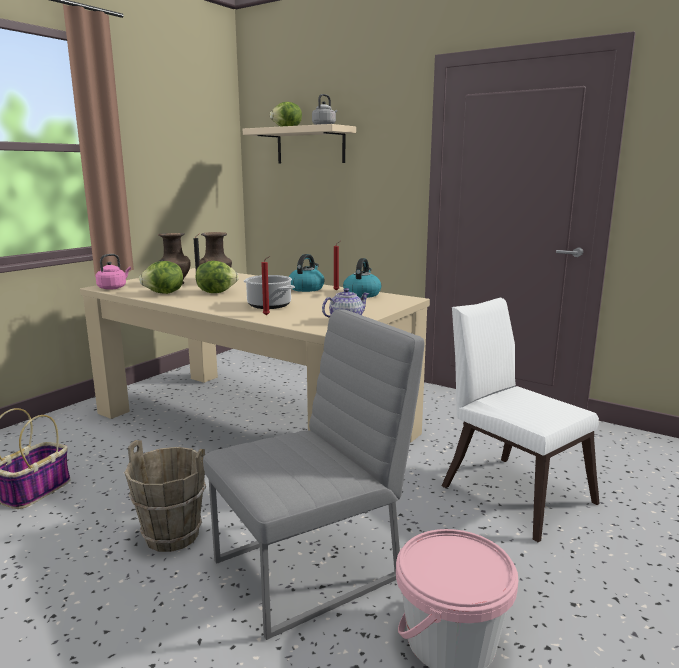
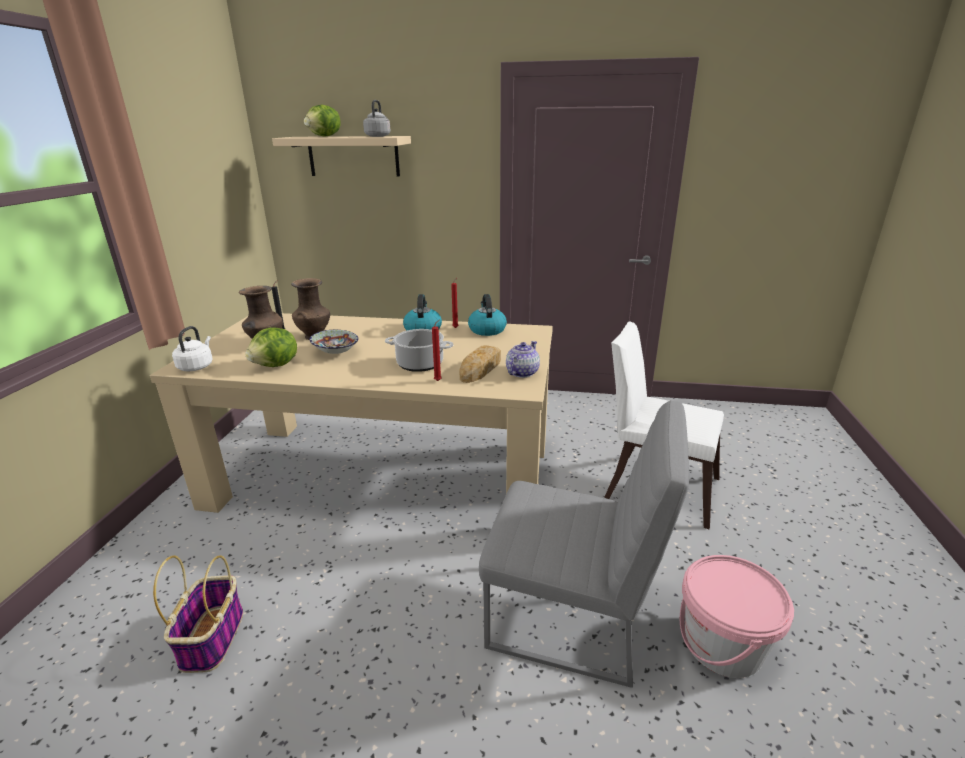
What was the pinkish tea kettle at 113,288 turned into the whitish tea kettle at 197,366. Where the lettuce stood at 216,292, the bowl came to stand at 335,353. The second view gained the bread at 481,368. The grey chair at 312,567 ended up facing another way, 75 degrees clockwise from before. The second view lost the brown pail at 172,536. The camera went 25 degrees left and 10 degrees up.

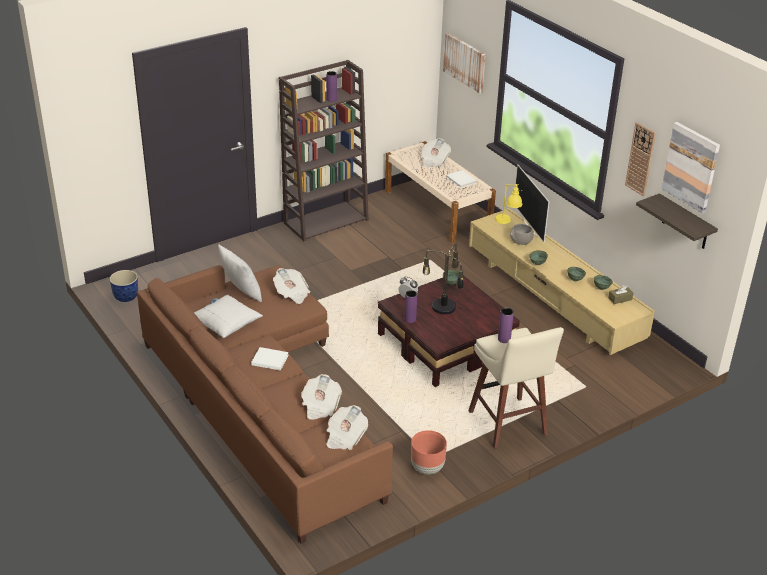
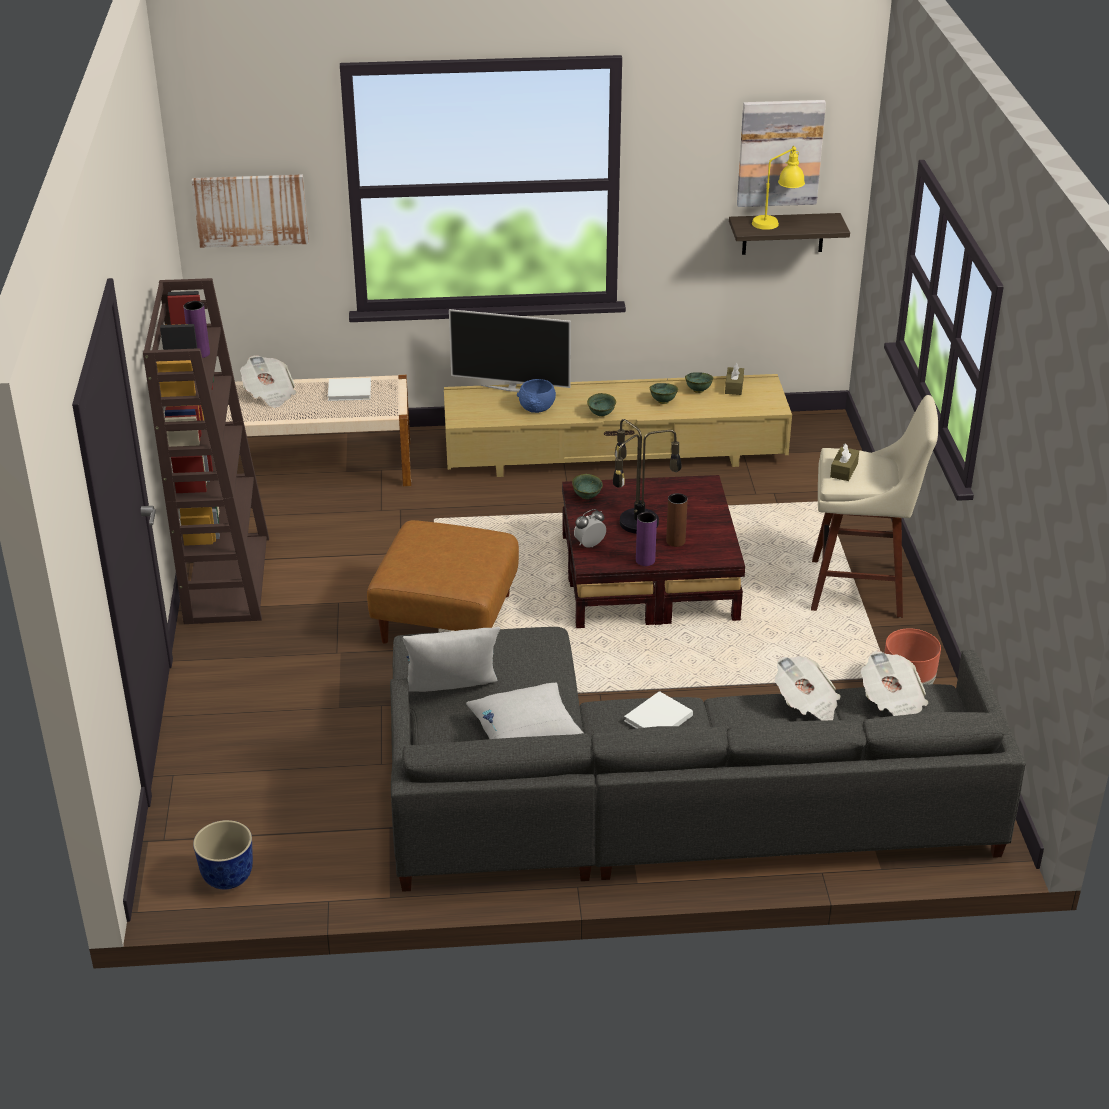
The second view gained the brown ottoman at 446,618. What was the brown couch at 262,400 turned into the grey couch at 652,797. What was the grey bowl at 520,241 turned into the blue-coloured bowl at 537,408. The second view gained the brown flower vase at 675,541. The yellow table lamp ended up elsewhere, having gone from 507,222 to 776,223. Where the purple-coloured flower vase stood at 504,339, the brown tissue holder came to stand at 844,470. The second view lost the newspaper at 292,294. The second view lost the clock on the wall at 640,159. The camera went 60 degrees left and 0 degrees up.

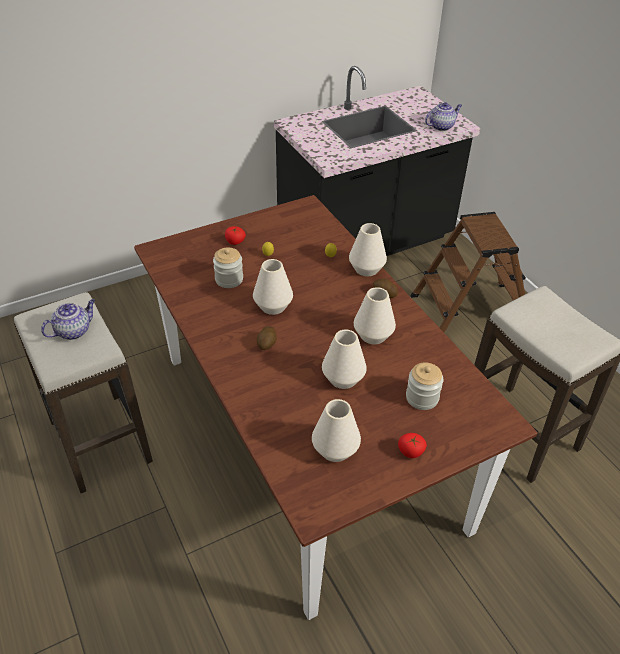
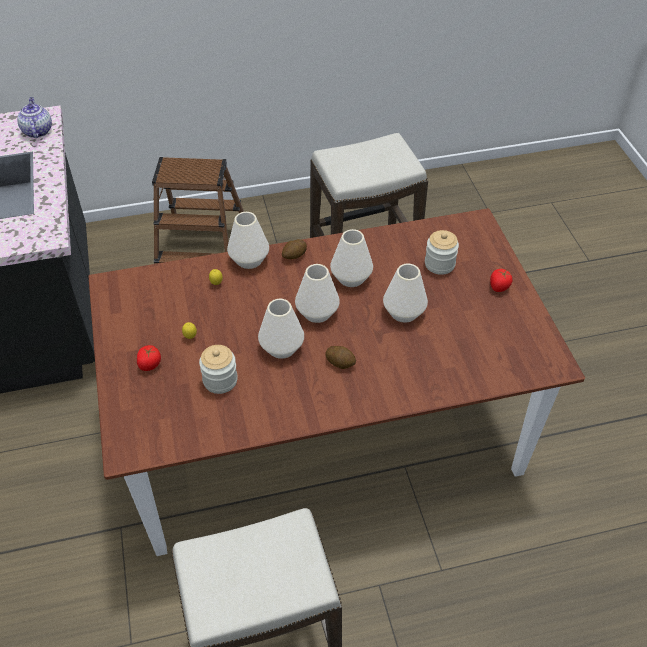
The whitish flower vase ended up elsewhere, having gone from 335,449 to 317,312. The second view lost the teapot at 74,331. The camera went 75 degrees left and 5 degrees up.

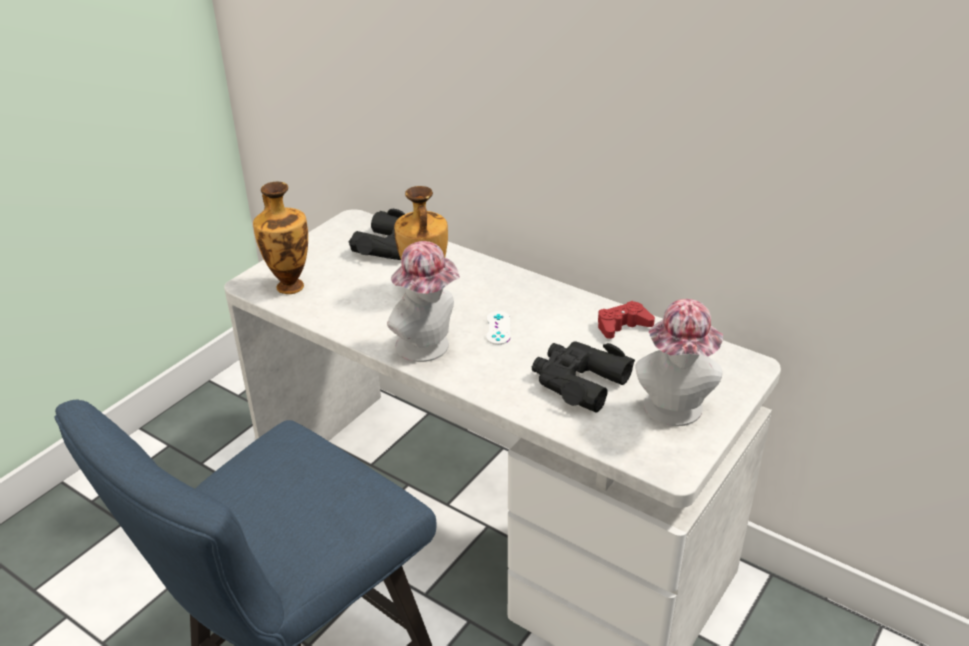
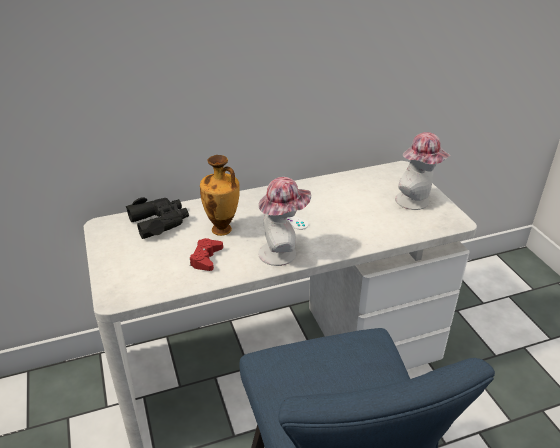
The red joypad ended up elsewhere, having gone from 622,326 to 206,258. The second view lost the flower vase at 289,285. The second view lost the black-coloured binoculars at 578,382. The camera went 55 degrees left and 0 degrees up.

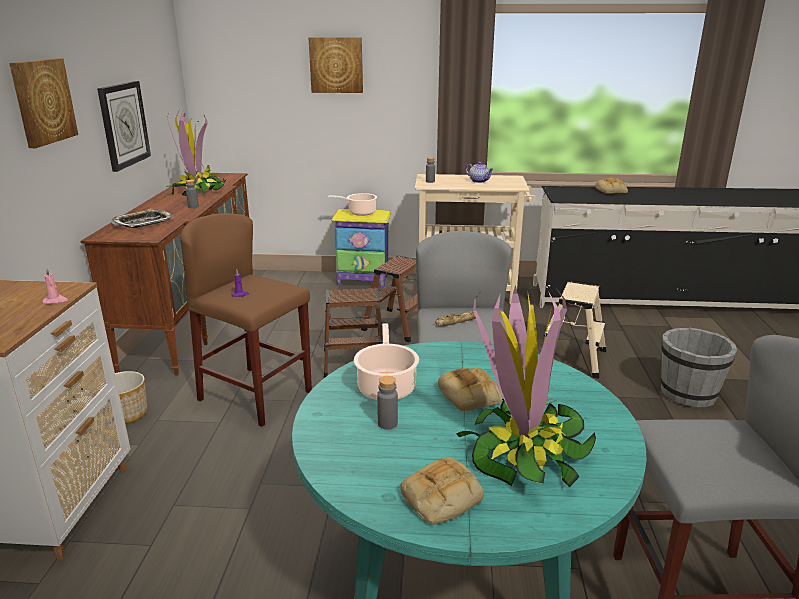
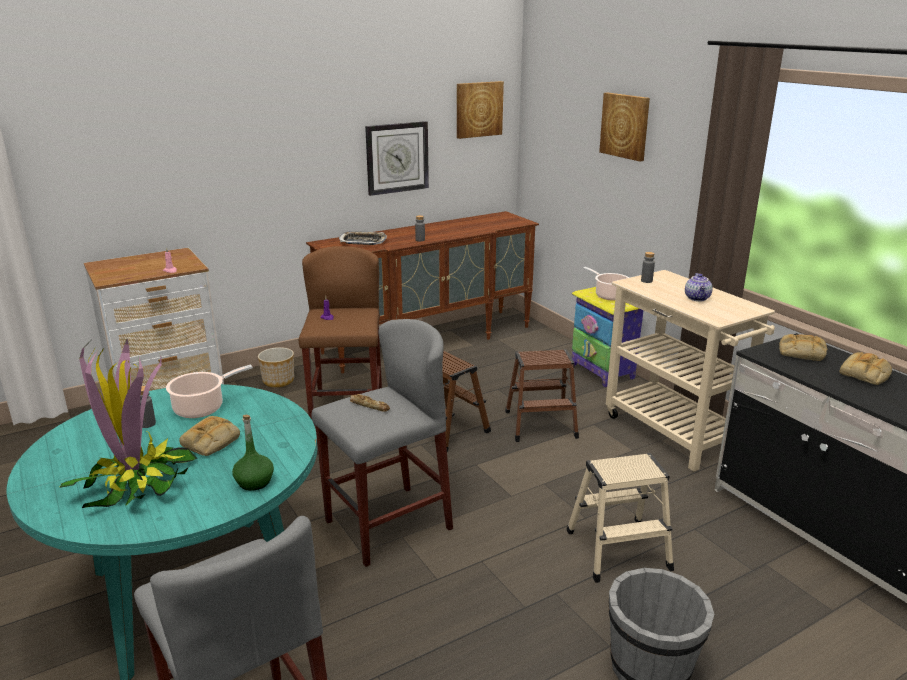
The second view gained the green bottle at 254,482. The picture ended up elsewhere, having gone from 43,101 to 478,109. The bread ended up elsewhere, having gone from 441,498 to 801,352. The second view lost the plant in a pot at 198,191. The camera went 55 degrees right and 0 degrees up.

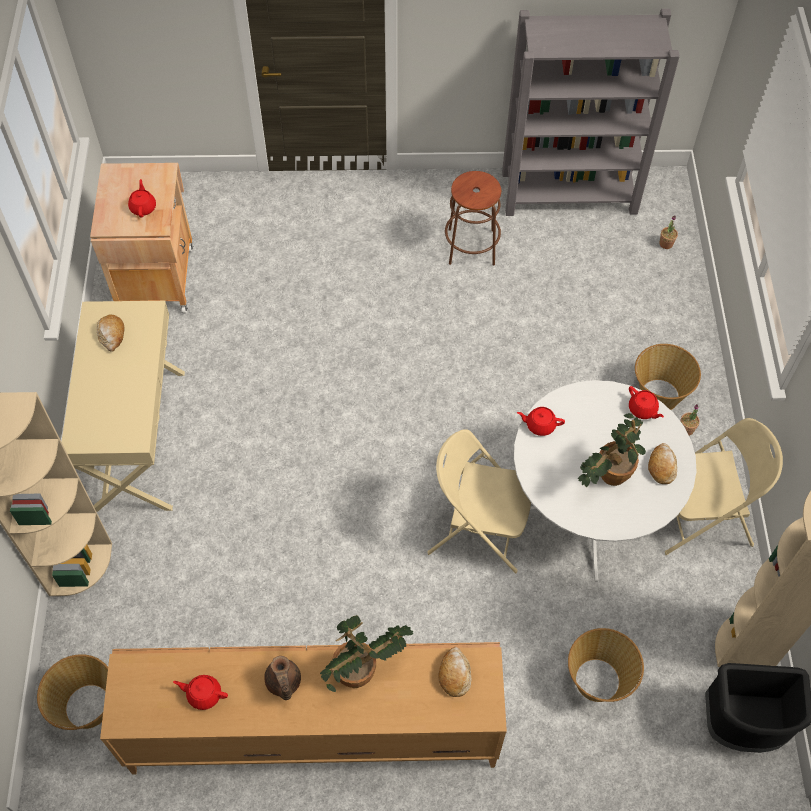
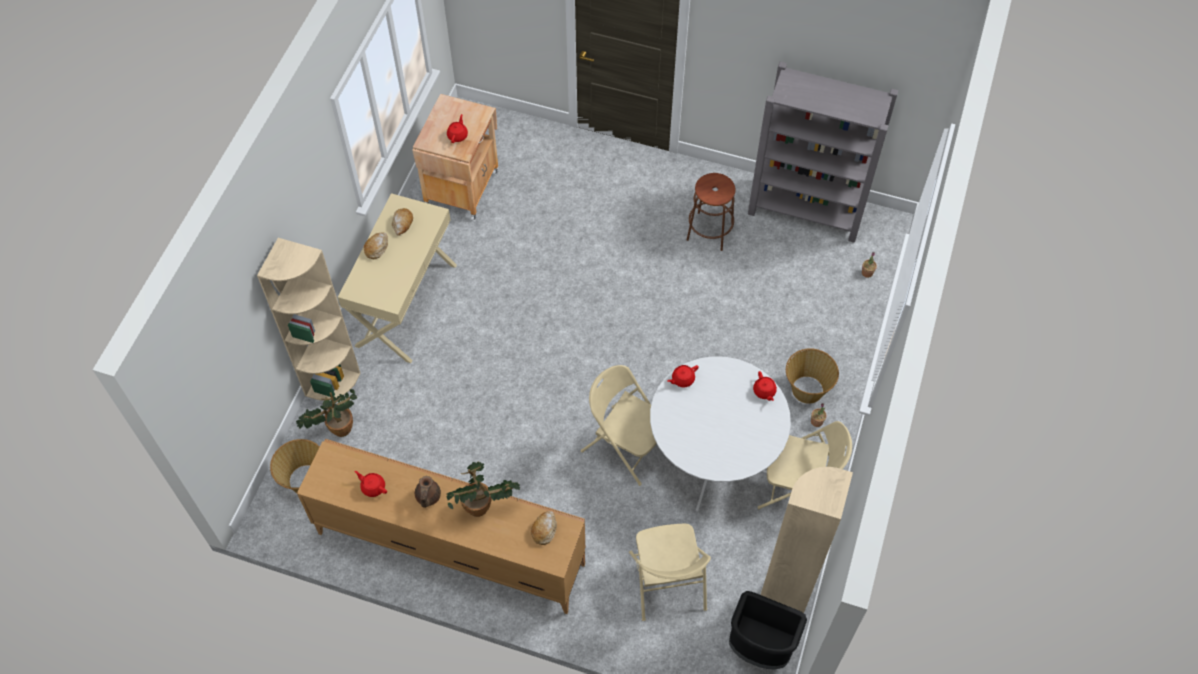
The plant in a pot ended up elsewhere, having gone from 607,477 to 336,429. The bread ended up elsewhere, having gone from 661,466 to 377,248. Where the storage basket stood at 598,681, the sand-coloured chair came to stand at 667,581. The red teapot at 540,425 ended up facing another way, 60 degrees counterclockwise from before. The camera went 20 degrees right and 0 degrees up.

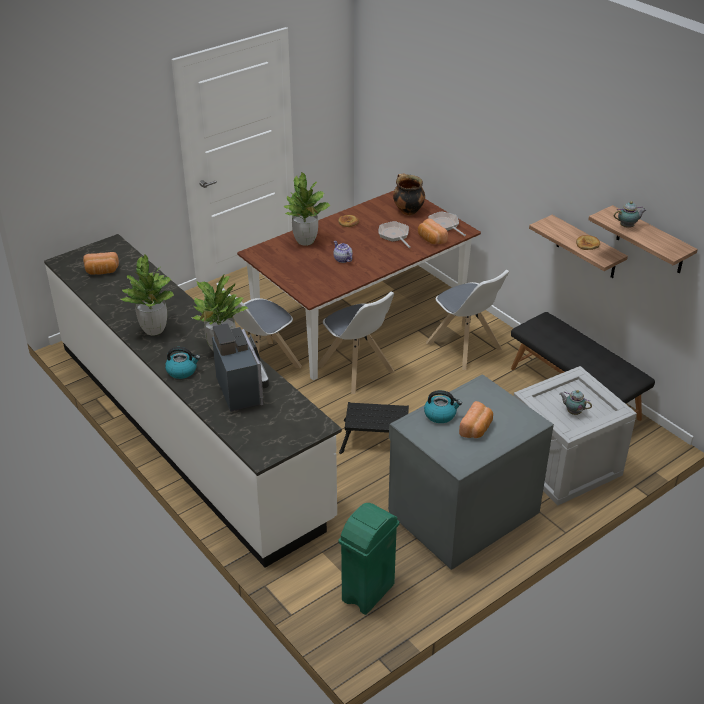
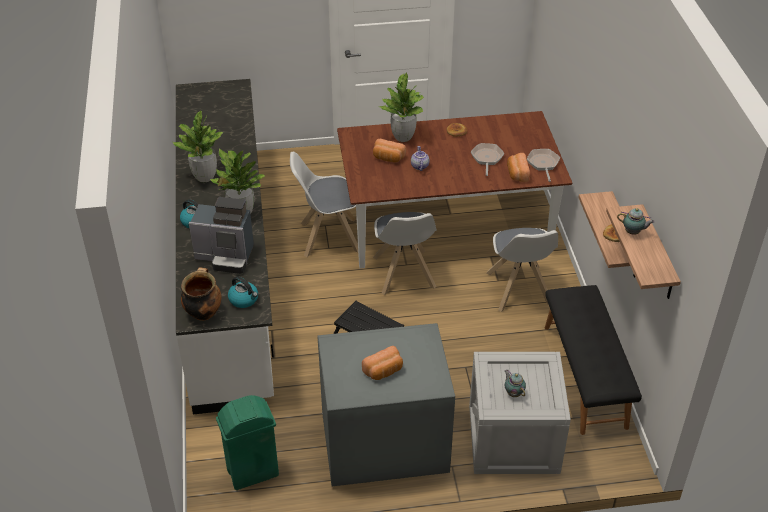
The saucepot ended up elsewhere, having gone from 407,211 to 203,312. The coffee brewer at 242,389 ended up facing another way, 90 degrees clockwise from before. The tea kettle ended up elsewhere, having gone from 440,415 to 244,299. The bread ended up elsewhere, having gone from 102,271 to 388,158. The camera went 30 degrees right and 5 degrees up.

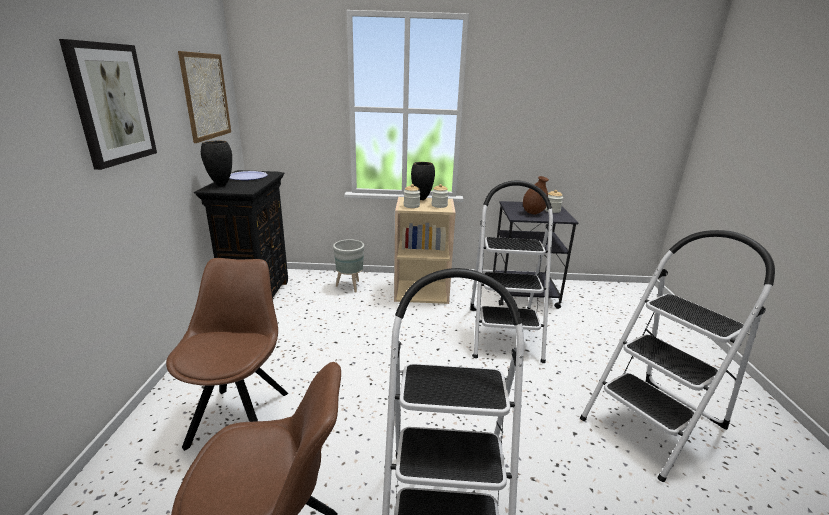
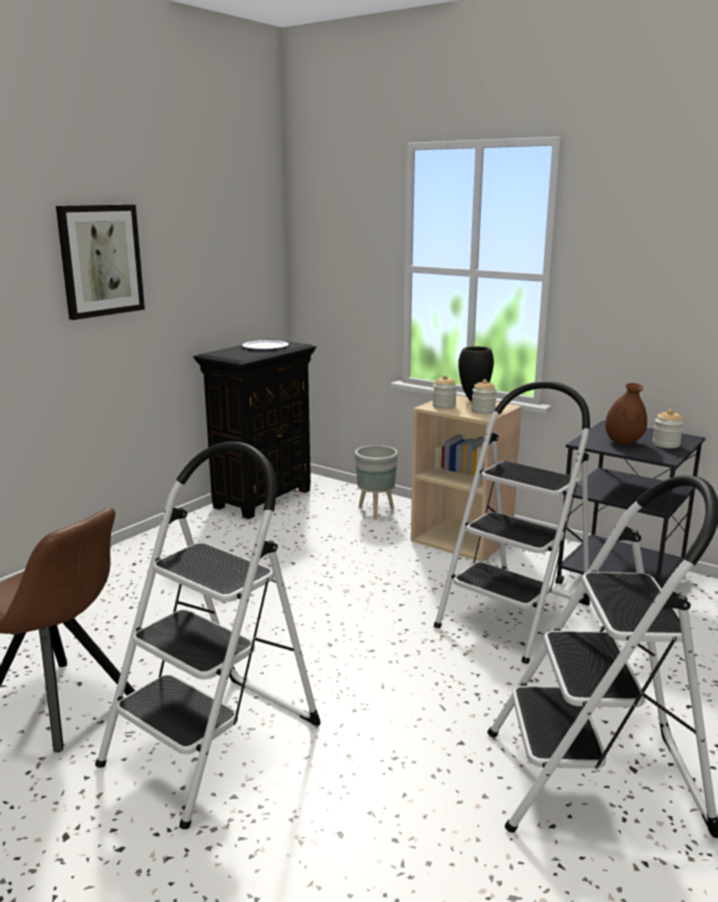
The second view lost the brown chair at 241,418. The second view lost the picture at 206,95. The second view lost the black-coloured flower vase at 220,185. The camera went 35 degrees right and 5 degrees down.

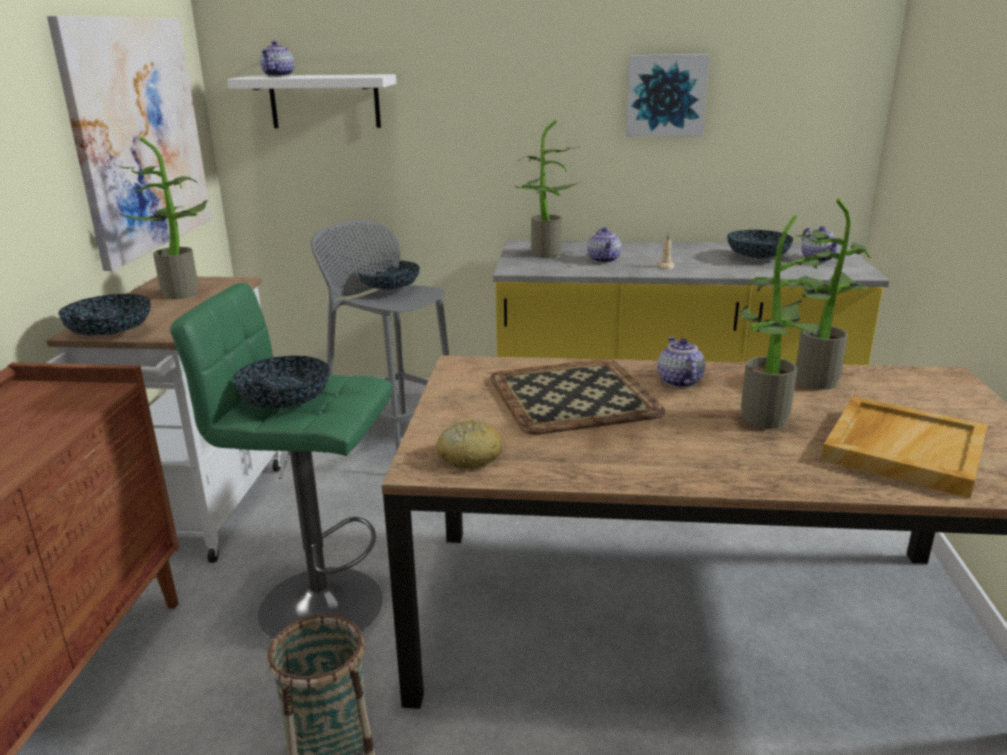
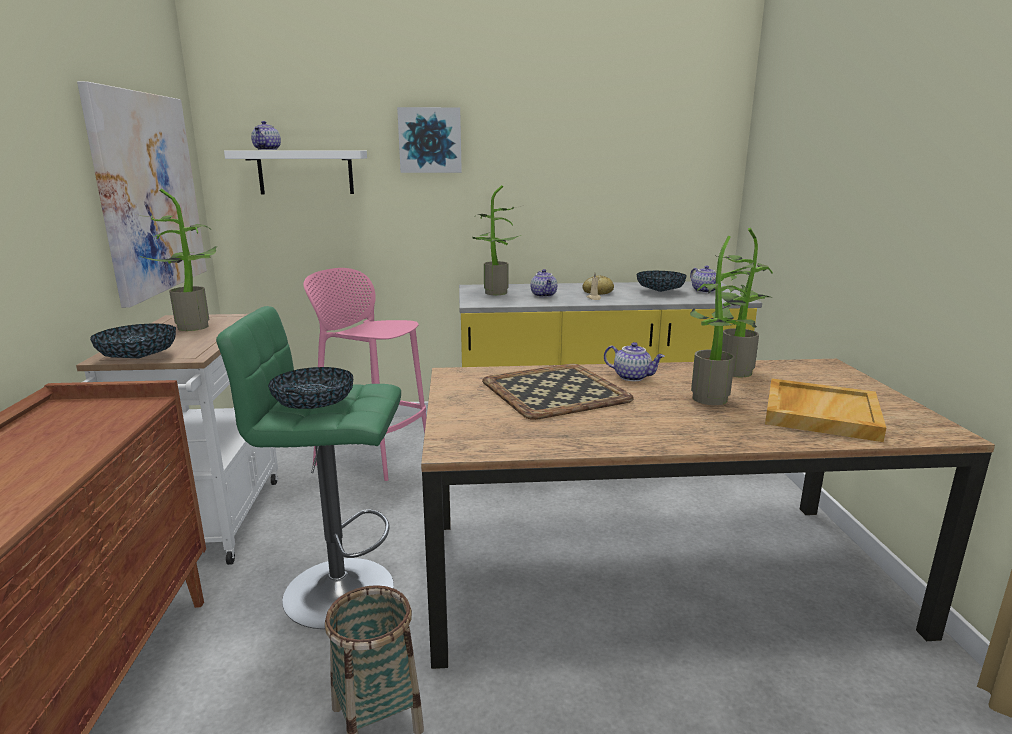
What was the grey sitting stool at 395,443 turned into the pinkish sitting stool at 374,455. The picture ended up elsewhere, having gone from 666,95 to 430,140. The bread ended up elsewhere, having gone from 469,456 to 597,292. The teapot at 678,381 ended up facing another way, 135 degrees clockwise from before. The second view lost the bowl at 389,289. The camera went 10 degrees left and 5 degrees down.

